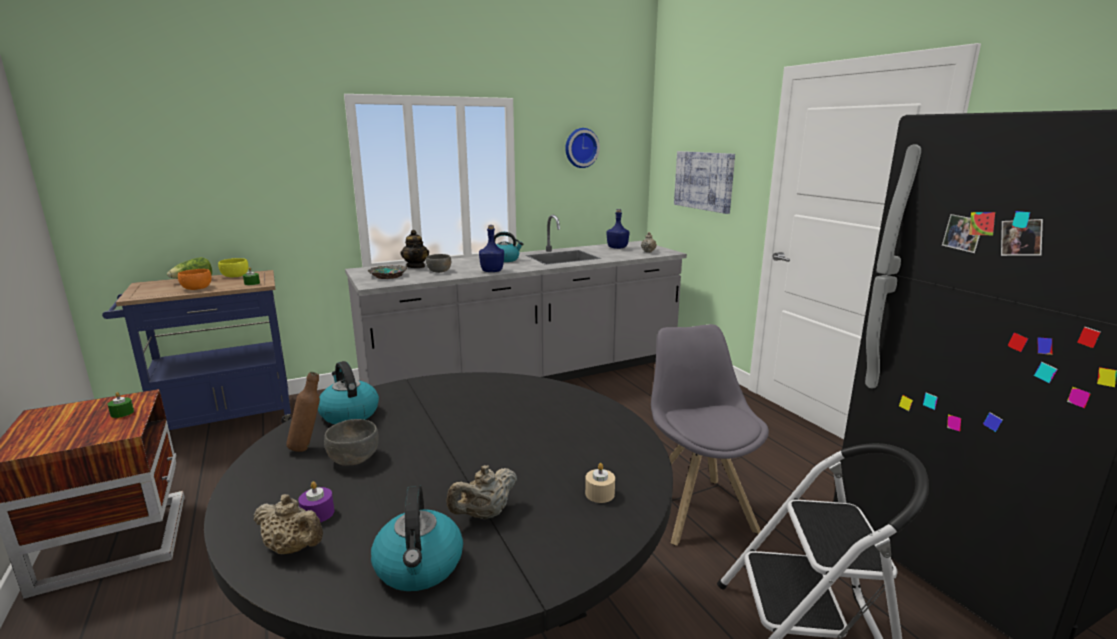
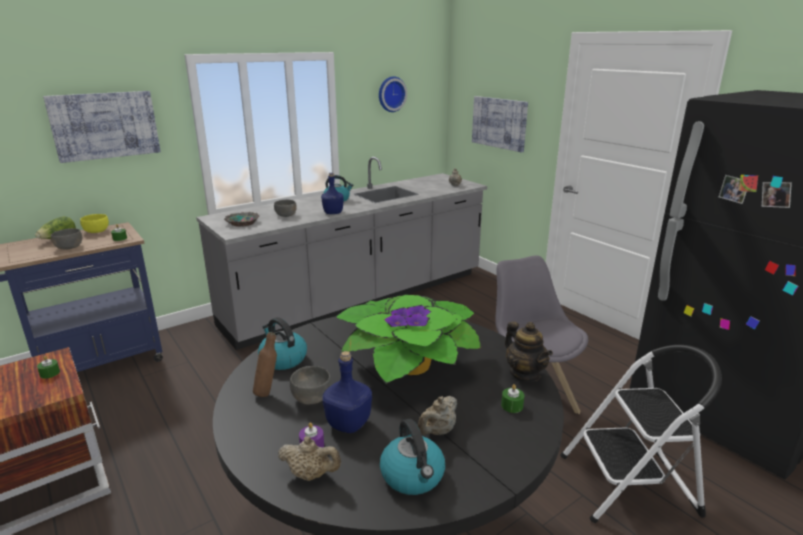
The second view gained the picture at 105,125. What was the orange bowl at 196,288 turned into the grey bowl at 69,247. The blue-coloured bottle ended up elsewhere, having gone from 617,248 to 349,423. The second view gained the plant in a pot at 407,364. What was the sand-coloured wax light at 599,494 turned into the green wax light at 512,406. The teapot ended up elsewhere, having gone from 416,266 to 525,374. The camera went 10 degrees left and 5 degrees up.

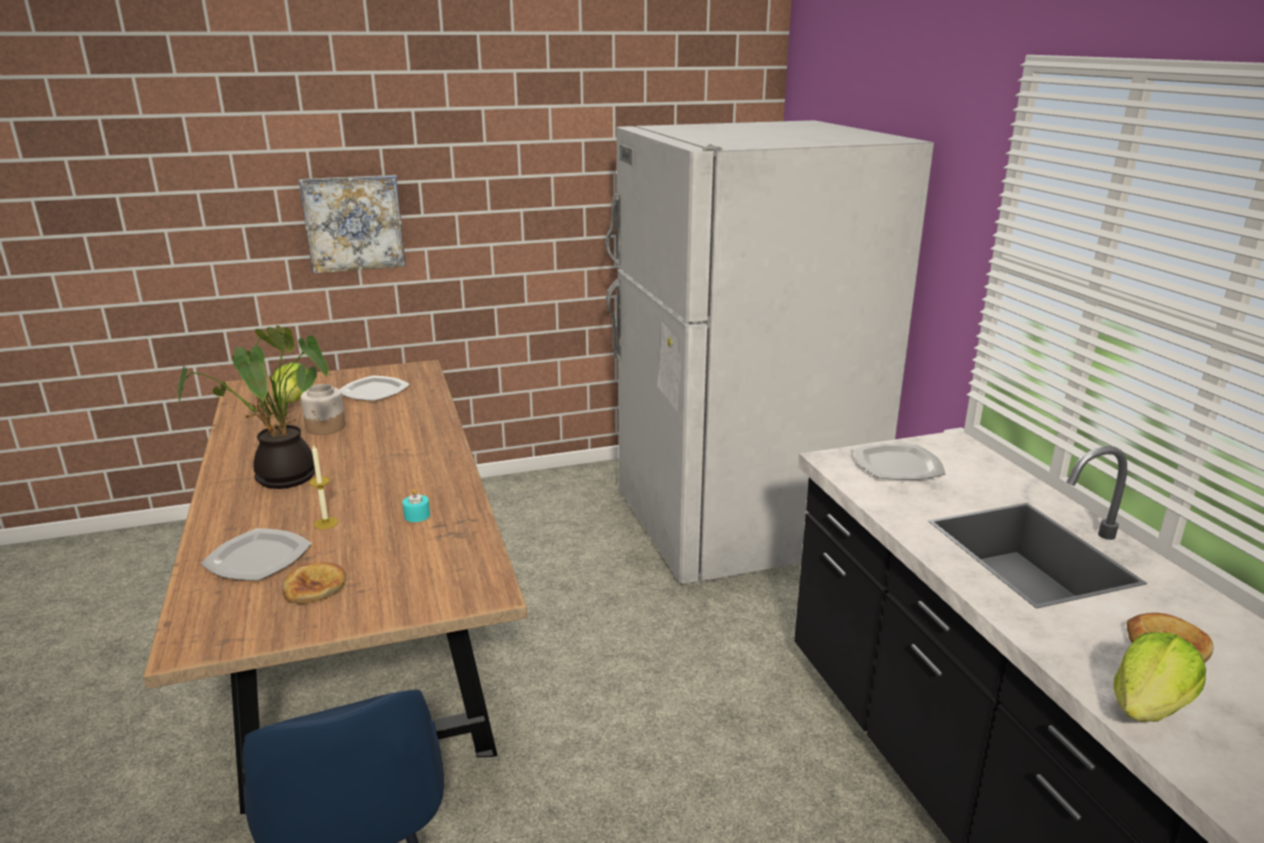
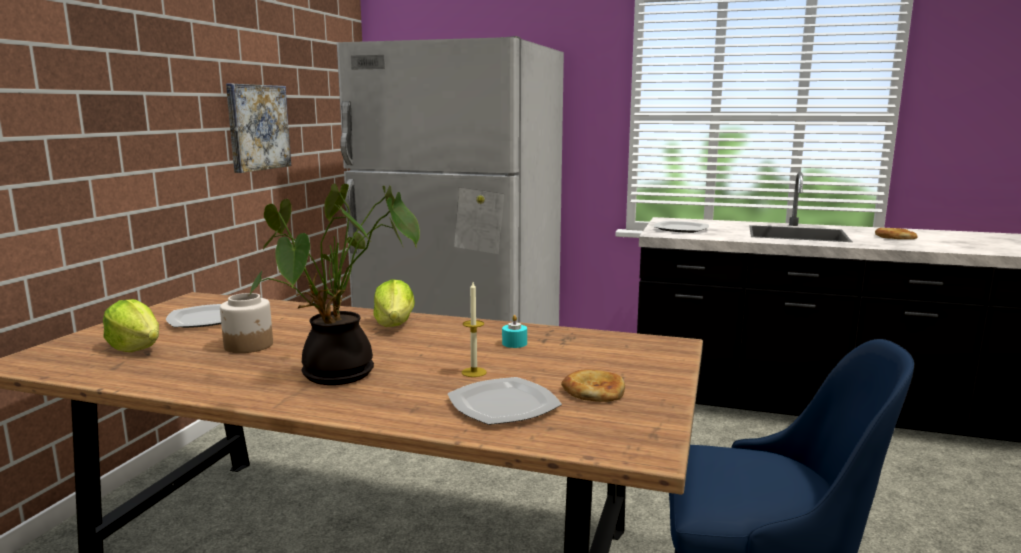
The picture ended up elsewhere, having gone from 353,223 to 257,127. The lettuce ended up elsewhere, having gone from 1149,708 to 395,324. The camera went 55 degrees left and 10 degrees down.

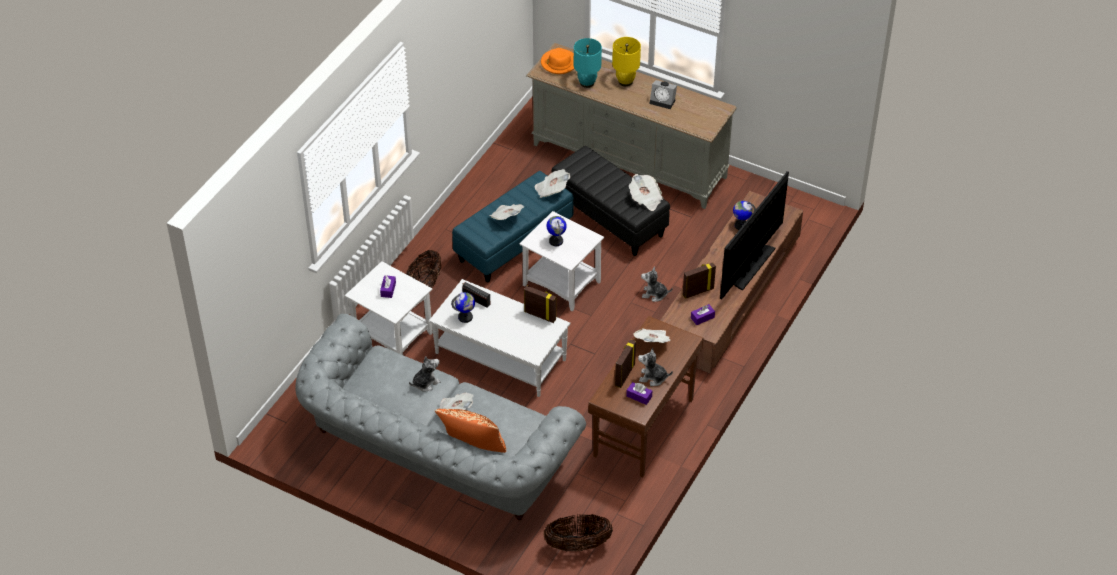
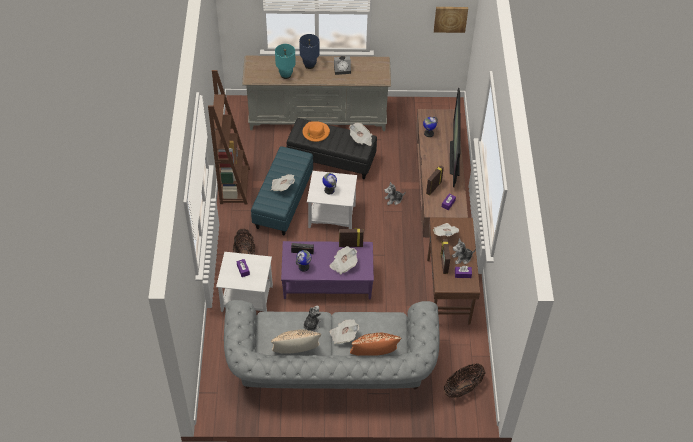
The second view gained the brown bookcase at 234,186. The second view gained the sand-coloured throw pillow at 295,354. What was the whitish low table at 499,356 turned into the purple-coloured low table at 327,282. What was the yellow table lamp at 625,81 turned into the blue-coloured table lamp at 309,65. The orange clothing hat ended up elsewhere, having gone from 559,63 to 315,132. The newspaper ended up elsewhere, having gone from 551,190 to 343,264. The second view gained the picture at 450,18. The camera went 30 degrees left and 5 degrees up.

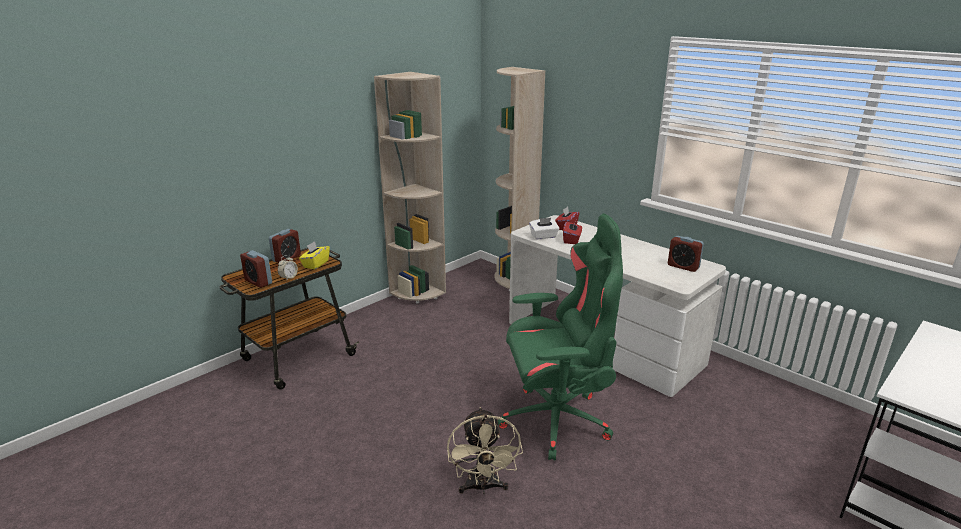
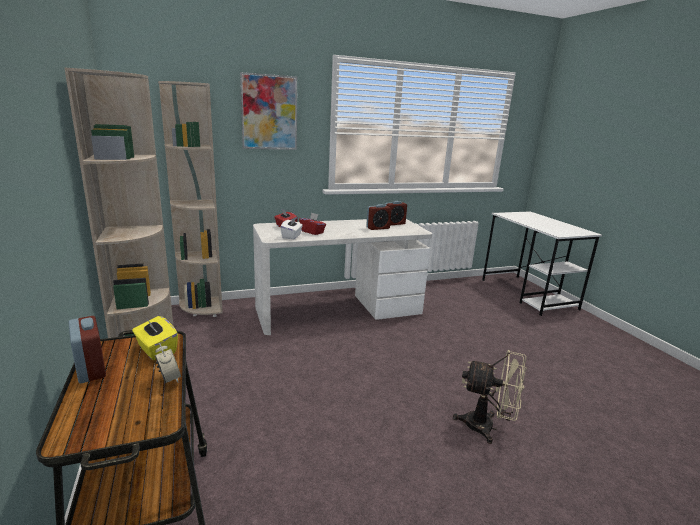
The second view gained the picture at 269,112. The table clock ended up elsewhere, having gone from 258,282 to 378,228. The second view lost the green office chair at 553,421. The camera went 65 degrees left and 5 degrees down.

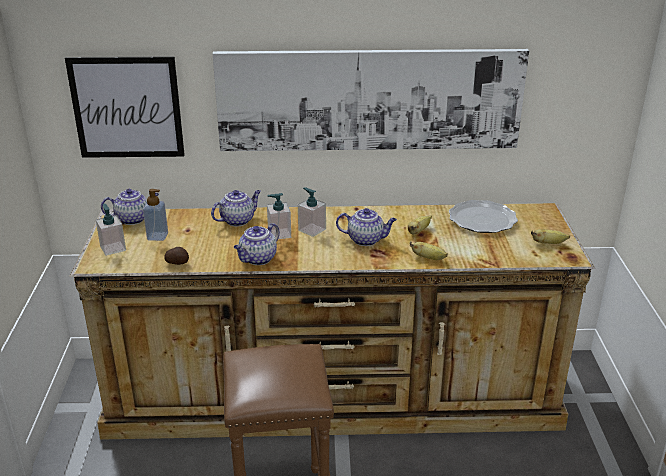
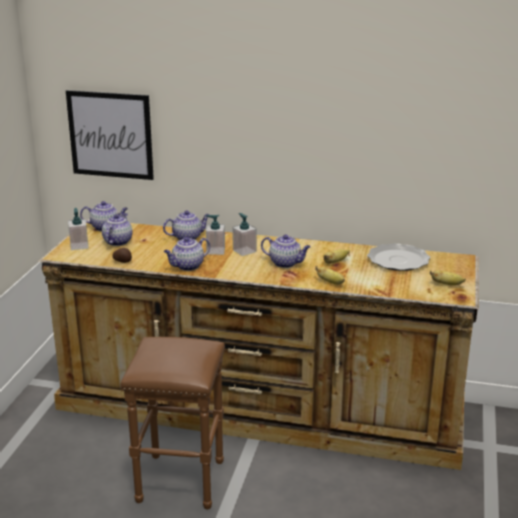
Where the soap bottle stood at 157,236, the teapot came to stand at 118,241. The second view lost the picture at 369,99. The camera went 15 degrees right and 5 degrees down.

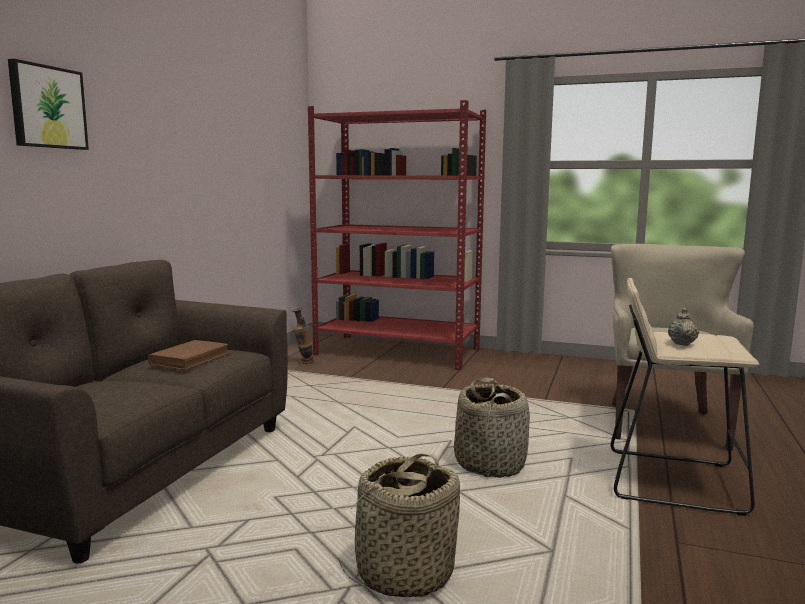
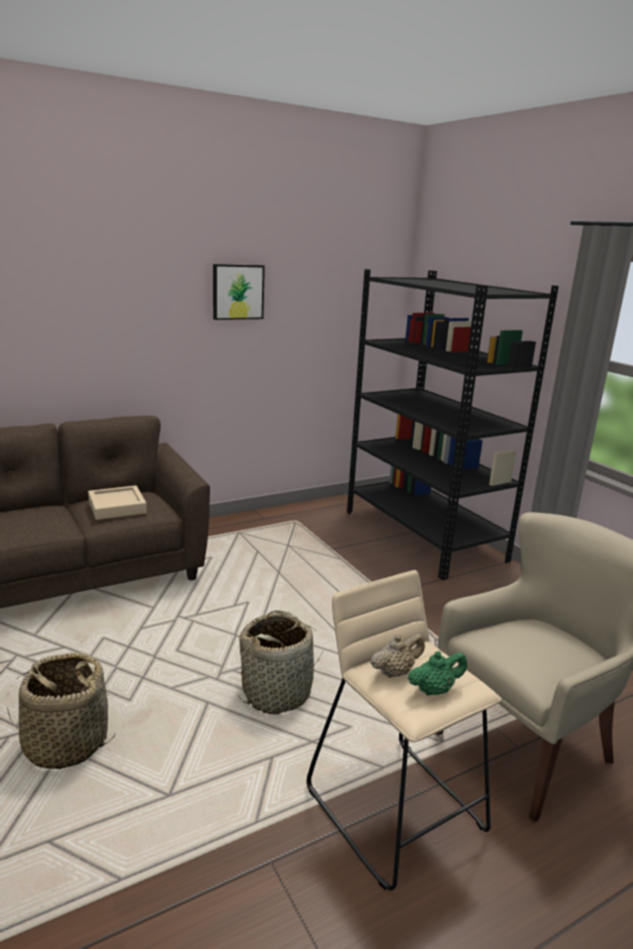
Where the brown volume stood at 190,359, the sand-coloured serving tray came to stand at 117,507. The picture ended up elsewhere, having gone from 47,107 to 237,292. What was the red bookcase at 398,352 turned into the black-coloured bookcase at 423,535. The second view gained the green teapot at 434,690. The second view lost the flower vase at 303,363. The camera went 40 degrees right and 10 degrees up.

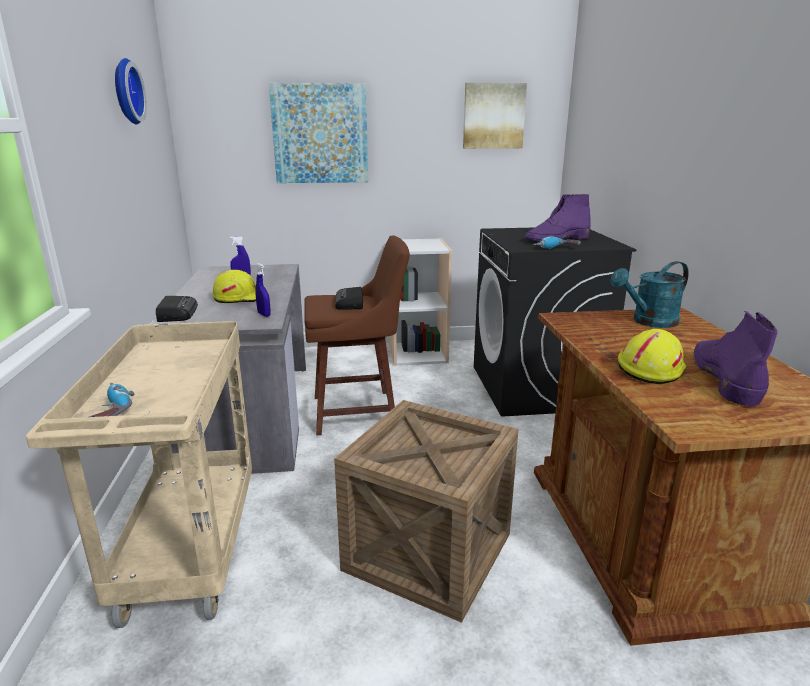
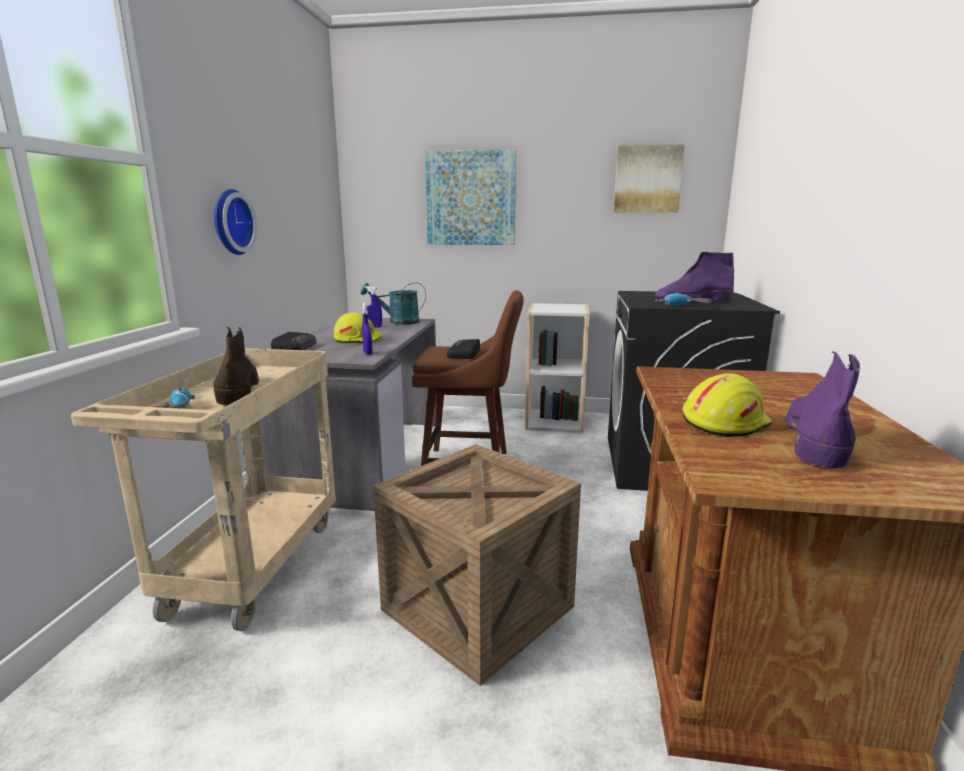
The second view gained the brown boot at 238,389. The clock on the wall ended up elsewhere, having gone from 125,91 to 230,222. The blue-green watering pot ended up elsewhere, having gone from 649,322 to 398,322. The camera went 15 degrees right and 5 degrees down.

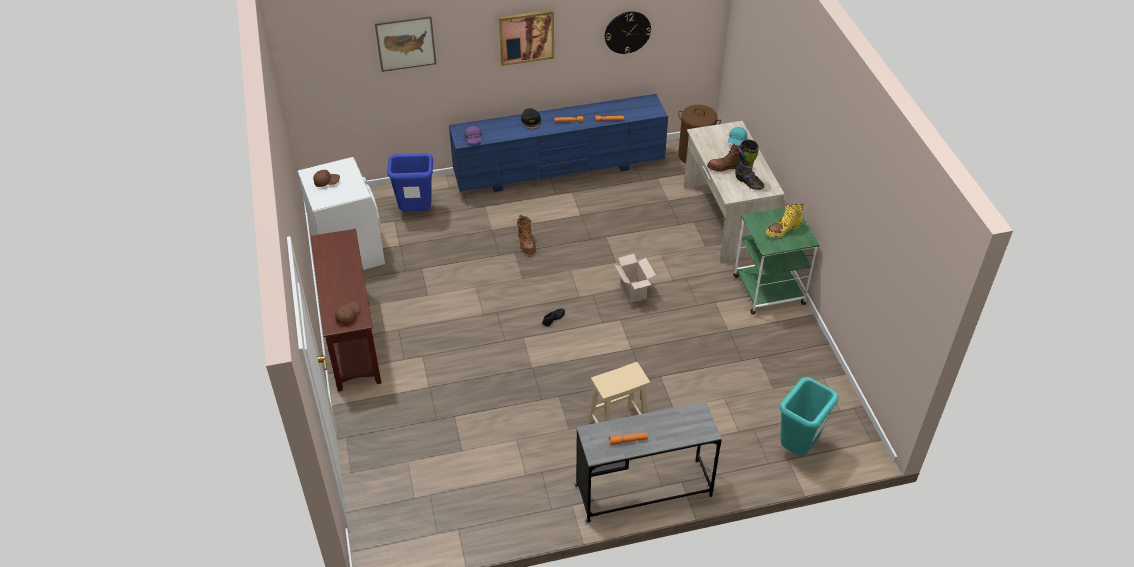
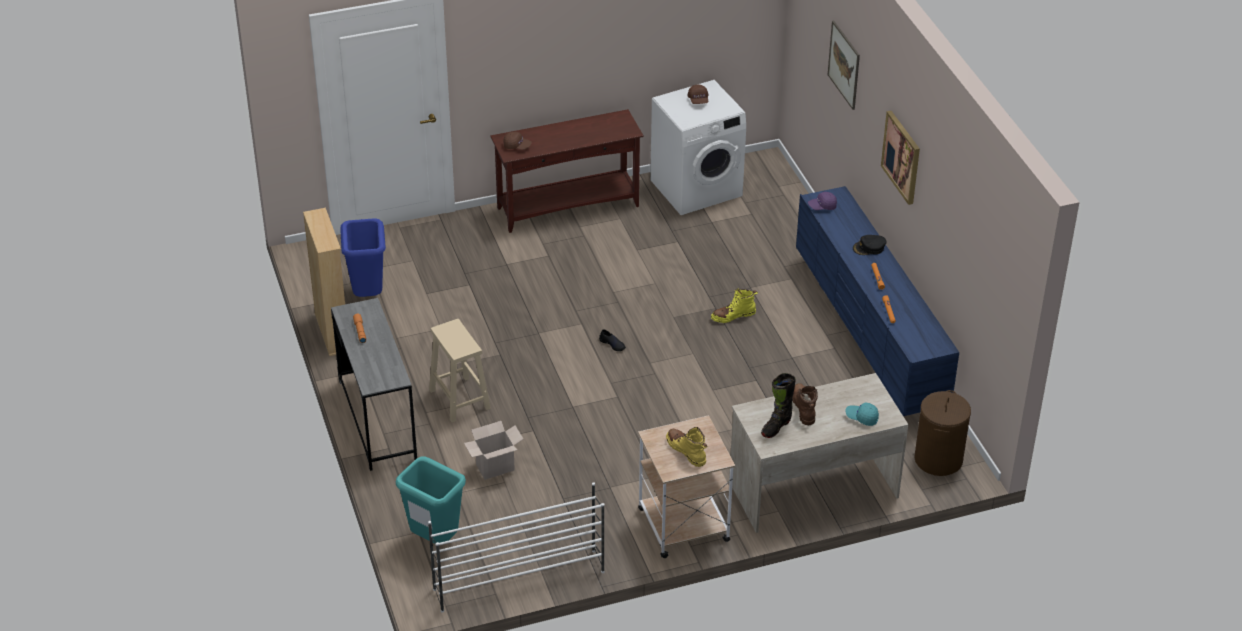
The second view gained the sand-coloured bookcase at 332,333. The blue-coloured trash can ended up elsewhere, having gone from 416,212 to 368,296. The second view gained the whitish shoe stand at 518,580. The cardboard box ended up elsewhere, having gone from 634,292 to 494,468. What was the green wheeled cart at 769,291 turned into the sand-coloured wheeled cart at 682,525. What was the brown boot at 526,243 turned into the yellow boot at 733,316. The second view lost the clock on the wall at 627,32. The camera went 85 degrees right and 5 degrees down.

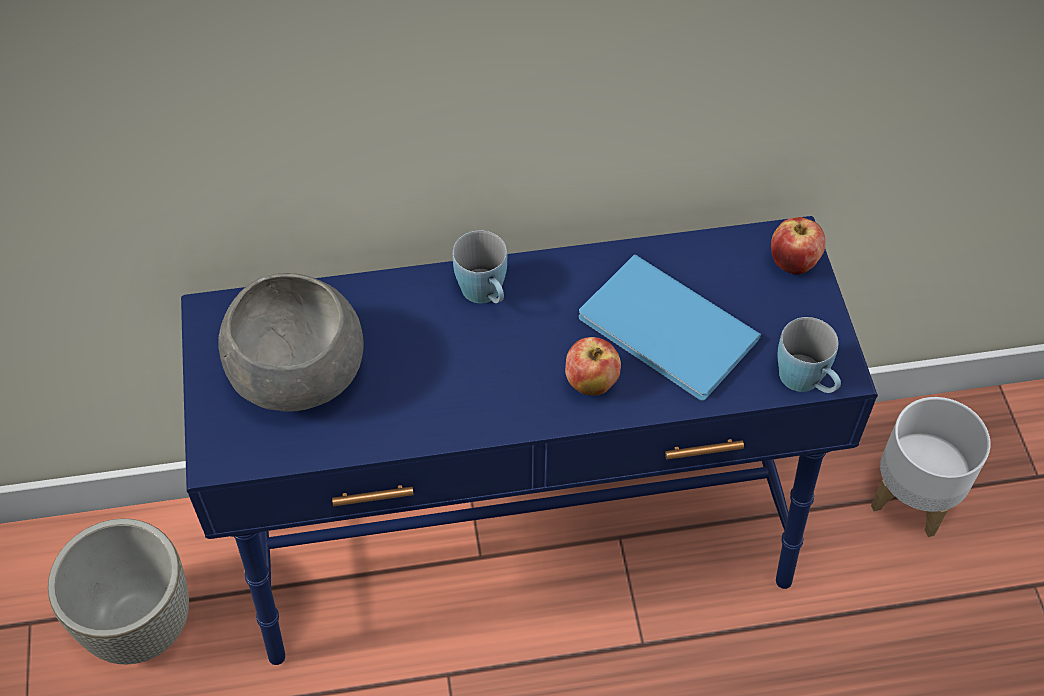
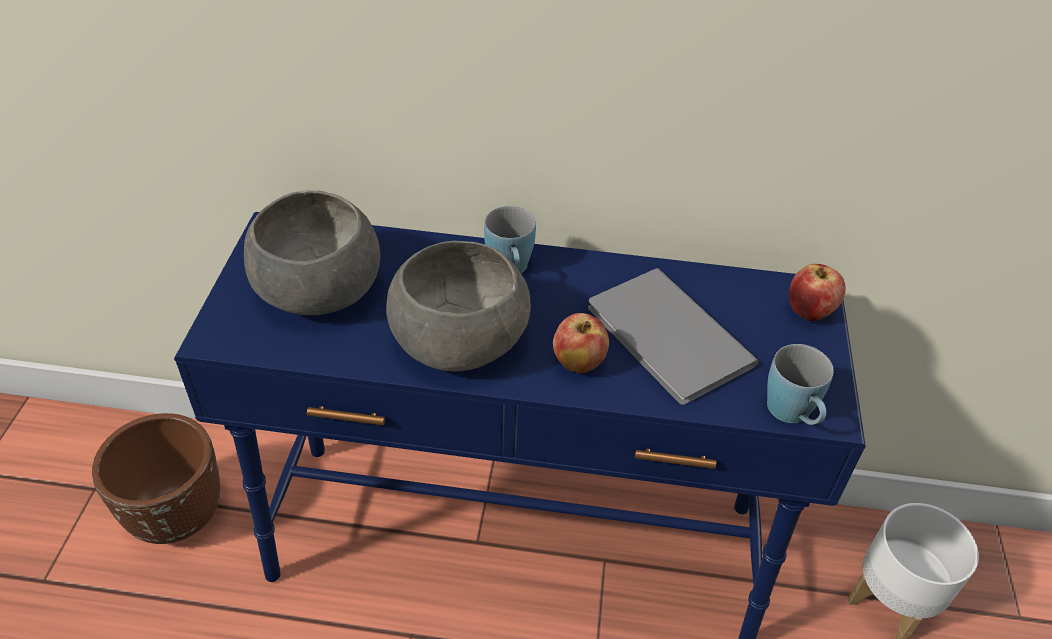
What was the grey plant pot at 139,626 turned into the brown plant pot at 176,516. The second view gained the grey bowl at 460,339. What was the blue-coloured volume at 668,333 turned into the grey volume at 668,340. The camera went 15 degrees right and 10 degrees down.

